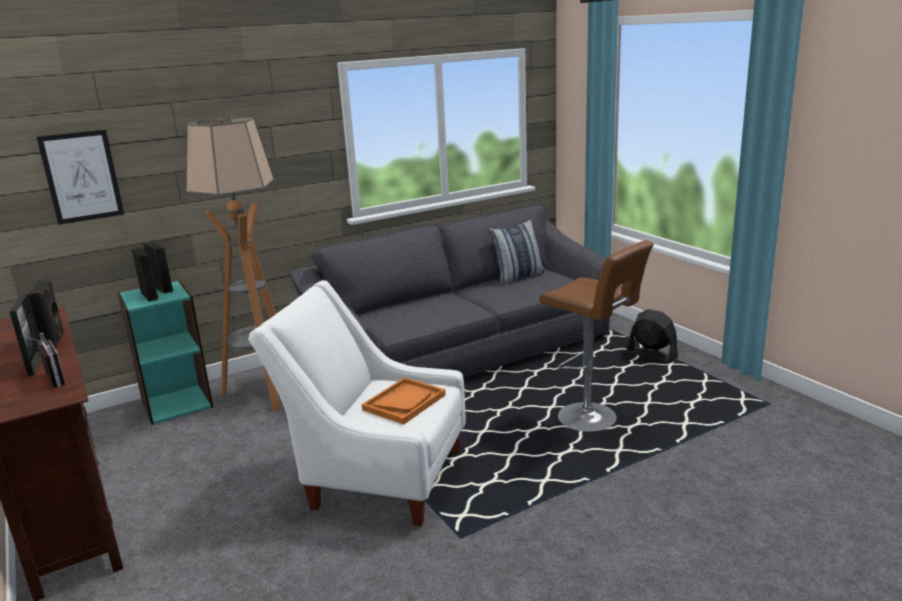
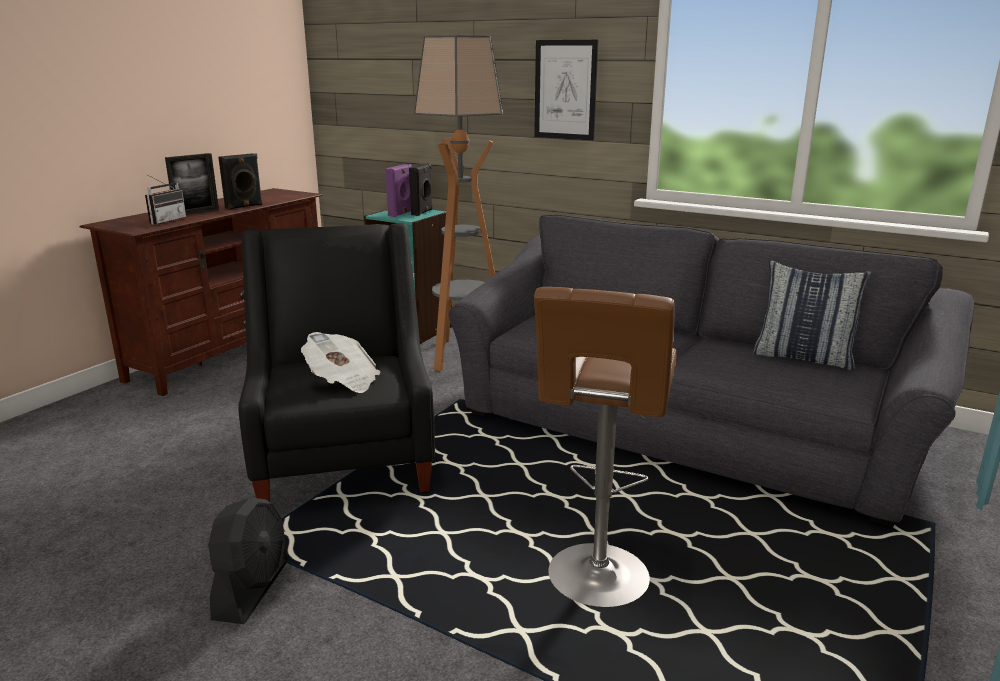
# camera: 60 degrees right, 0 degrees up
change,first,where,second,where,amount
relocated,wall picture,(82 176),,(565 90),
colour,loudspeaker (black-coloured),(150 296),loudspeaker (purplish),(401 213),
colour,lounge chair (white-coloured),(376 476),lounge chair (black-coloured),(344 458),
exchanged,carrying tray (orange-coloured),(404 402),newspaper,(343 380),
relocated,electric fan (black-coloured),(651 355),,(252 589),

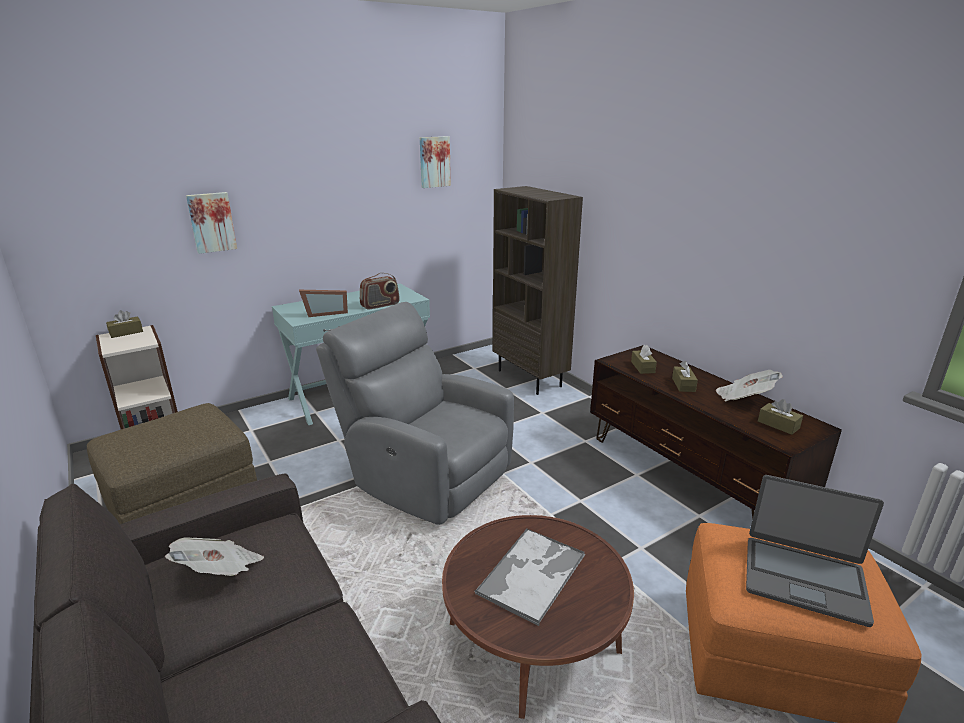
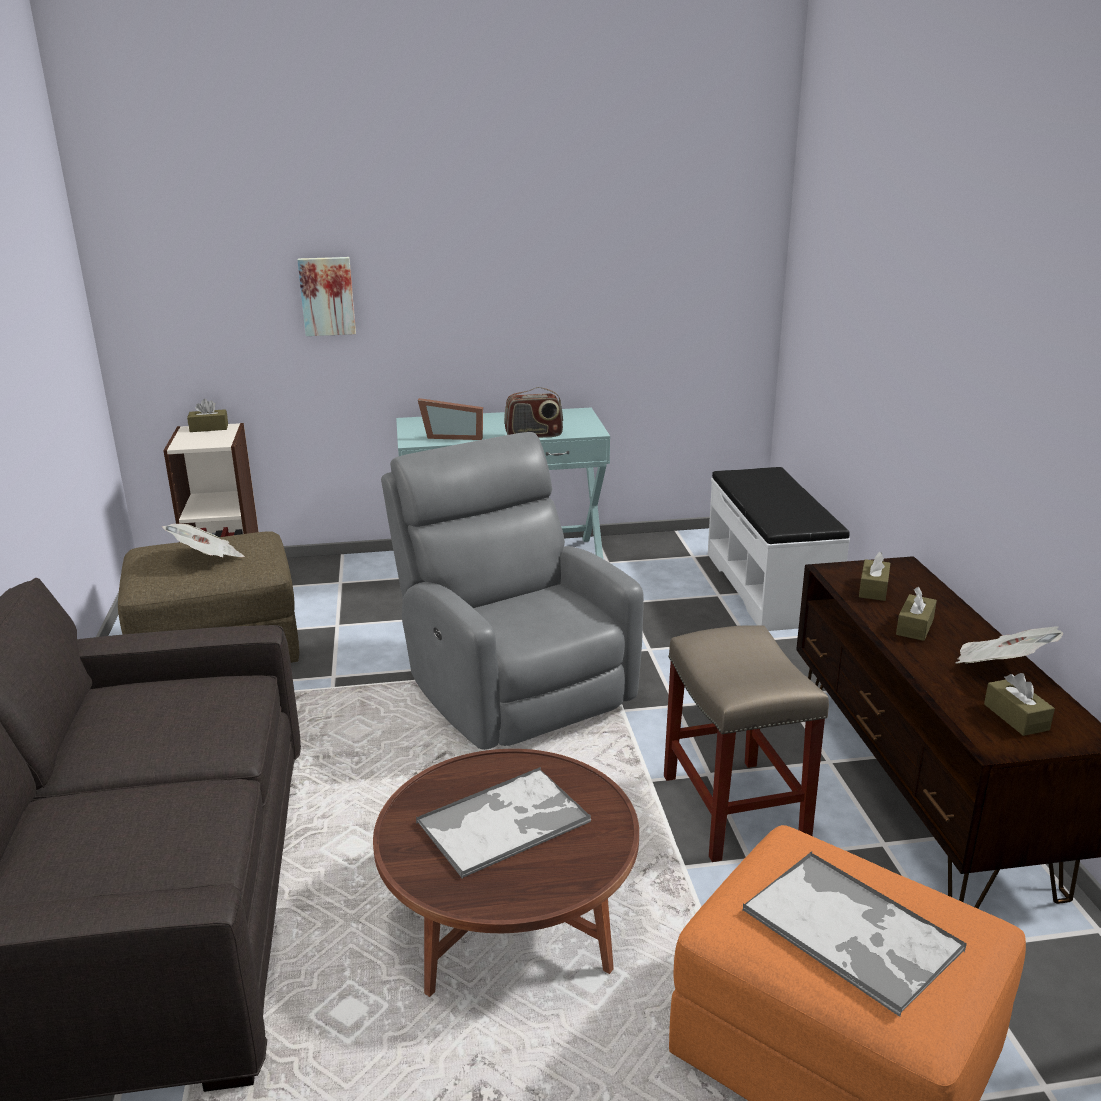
# camera: 25 degrees right, 0 degrees up
change,first,where,second,where,amount
relocated,newspaper,(220 572),,(207 558),
missing,wall picture,(434 162),,,
exchanged,bookcase (brown-coloured),(530 378),indoor bench (white-coloured),(770 587),
exchanged,notebook computer,(804 579),carrying tray,(852 931),
appeared,,,stool (beige),(735 810),

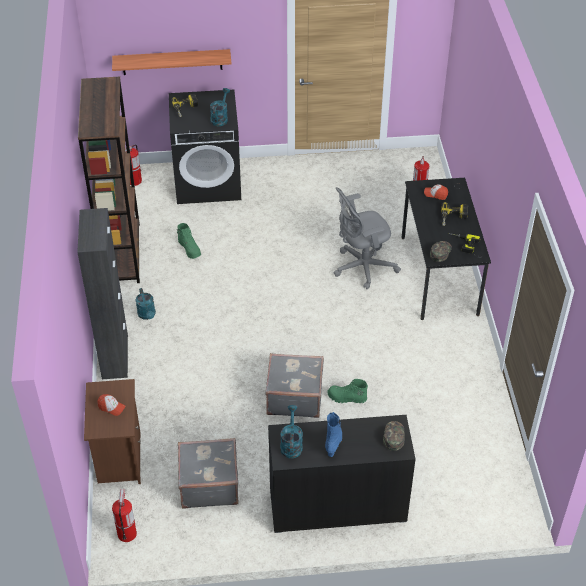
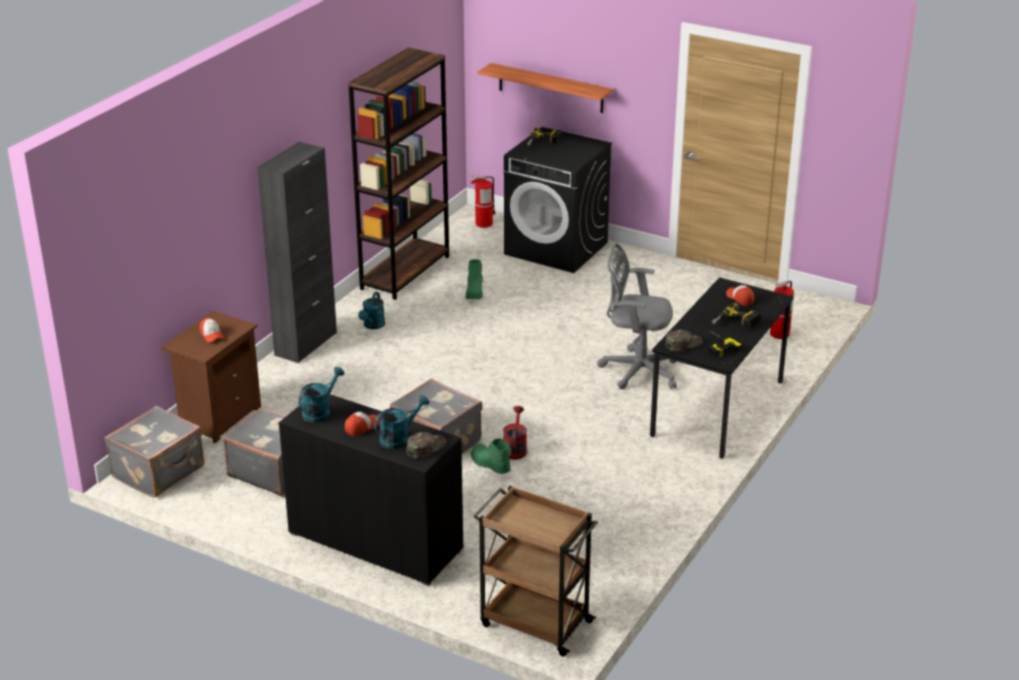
# camera: 35 degrees right, 15 degrees down
change,first,where,second,where,amount
exchanged,fire-fighting cylinder,(127 533),piece of luggage (grey),(160 472),
relocated,watering pot (turquoise-coloured),(220 118),,(399 438),
exchanged,boot (bluish),(334 442),baseball cap,(361 427),
appeared,,,trolley (brown-coloured),(534 622),
appeared,,,watering pot (red),(515 448),

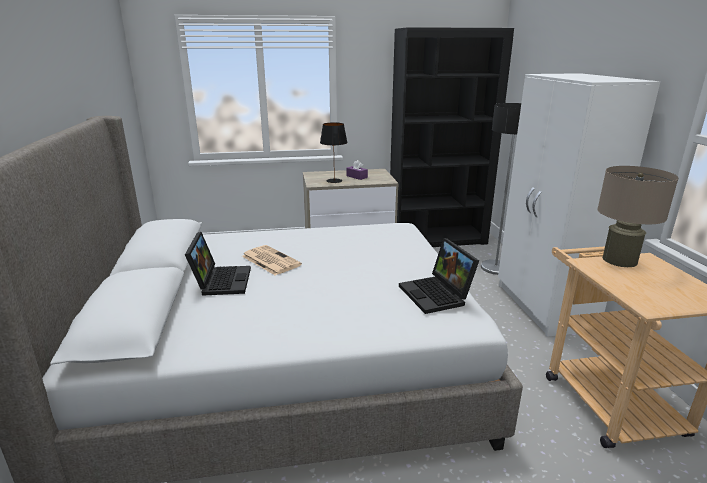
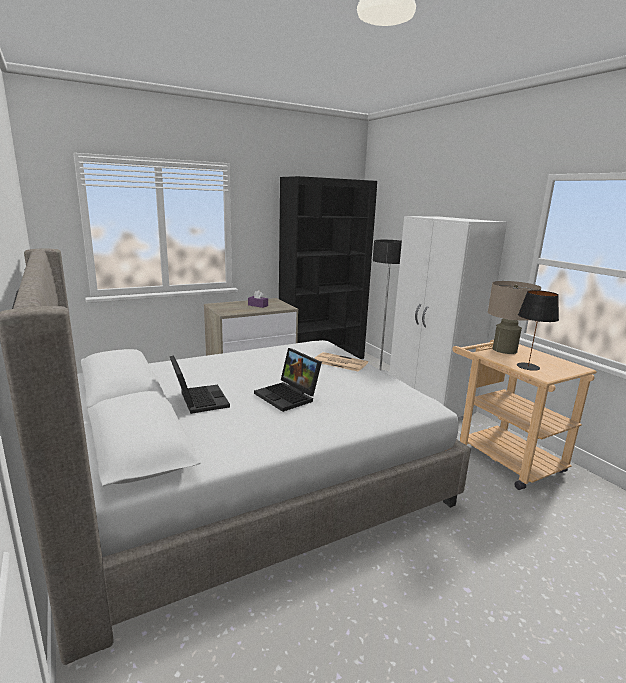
# camera: 20 degrees left, 5 degrees down
change,first,where,second,where,amount
relocated,newspaper,(270 260),,(339 362),
relocated,table lamp (black-coloured),(334 181),,(528 366),
relocated,notebook computer,(437 295),,(288 396),

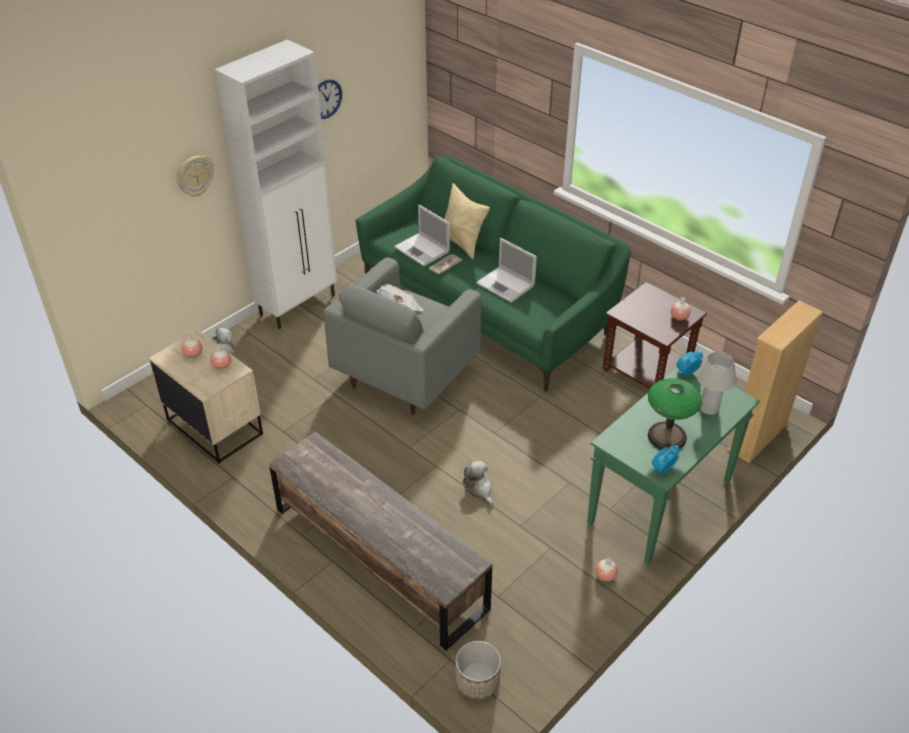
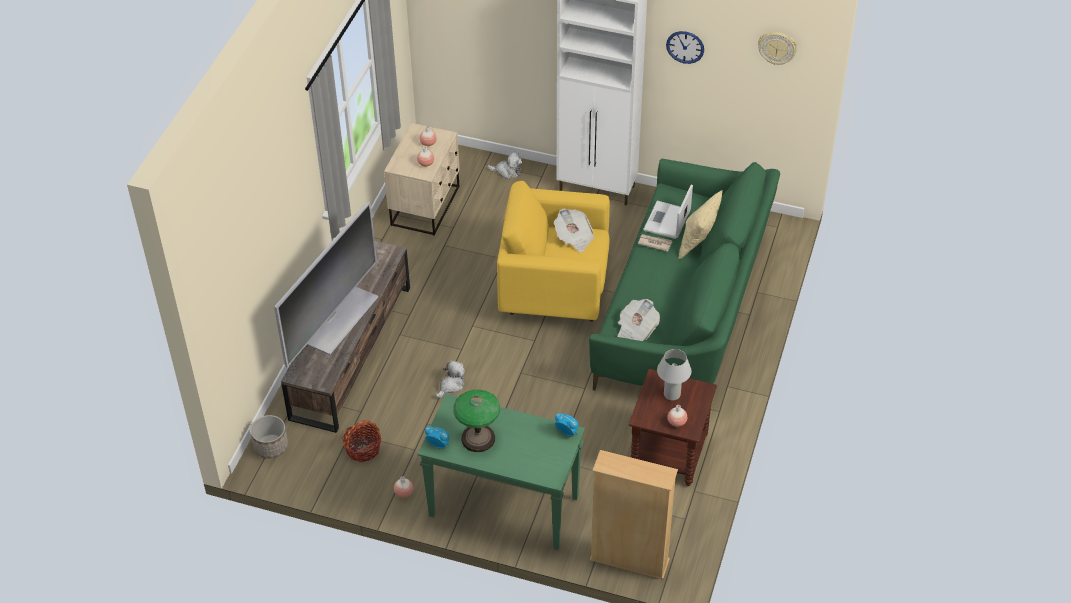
# camera: 65 degrees right, 5 degrees up
change,first,where,second,where,amount
relocated,wall clock,(194 176),,(777 47),
colour,lounge chair (grey),(405 375),lounge chair (yellow-coloured),(554 291),
missing,notebook computer,(506 285),,,
relocated,table lamp (white-coloured),(709 408),,(672 394),
appeared,,,TV set,(341 320),
appeared,,,household basket,(363 449),
appeared,,,newspaper,(636 330),

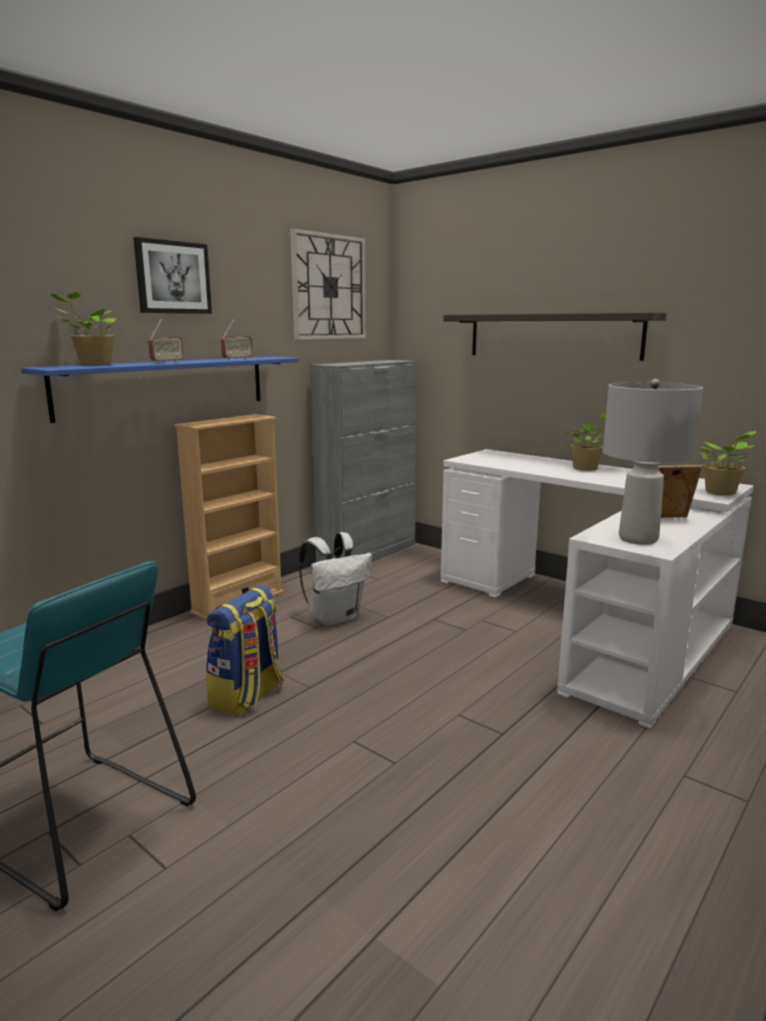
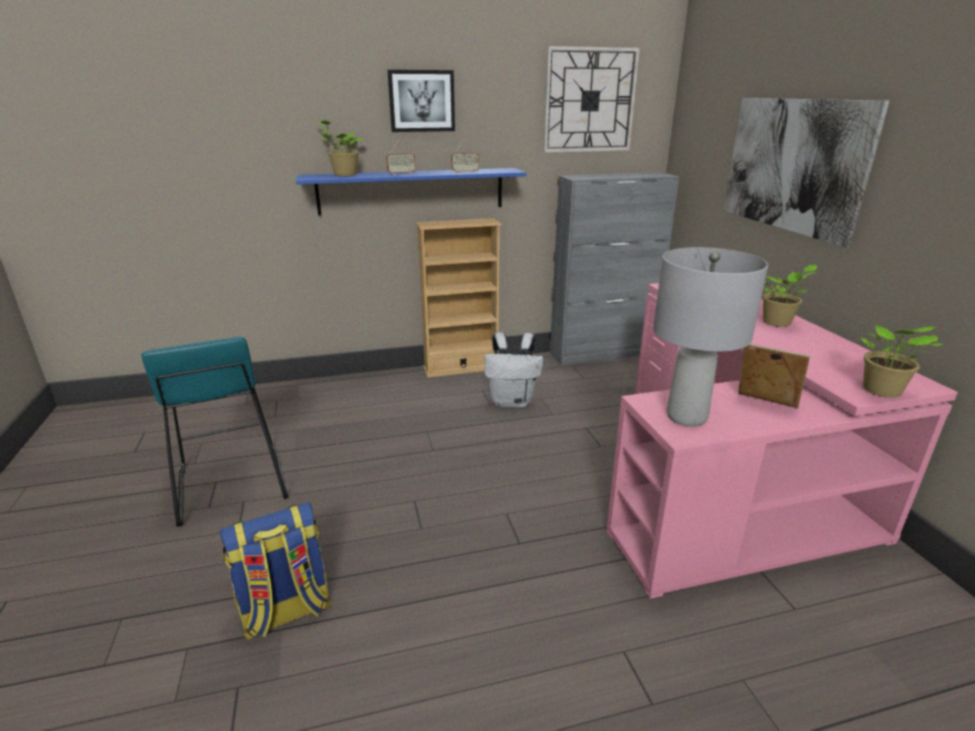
# camera: 35 degrees right, 10 degrees up
change,first,where,second,where,amount
relocated,backpack,(247 696),,(285 611),
colour,desk table (white-coloured),(589 620),desk table (pinkish),(730 478),
exchanged,wall shelf,(552 336),wall picture,(793 165),

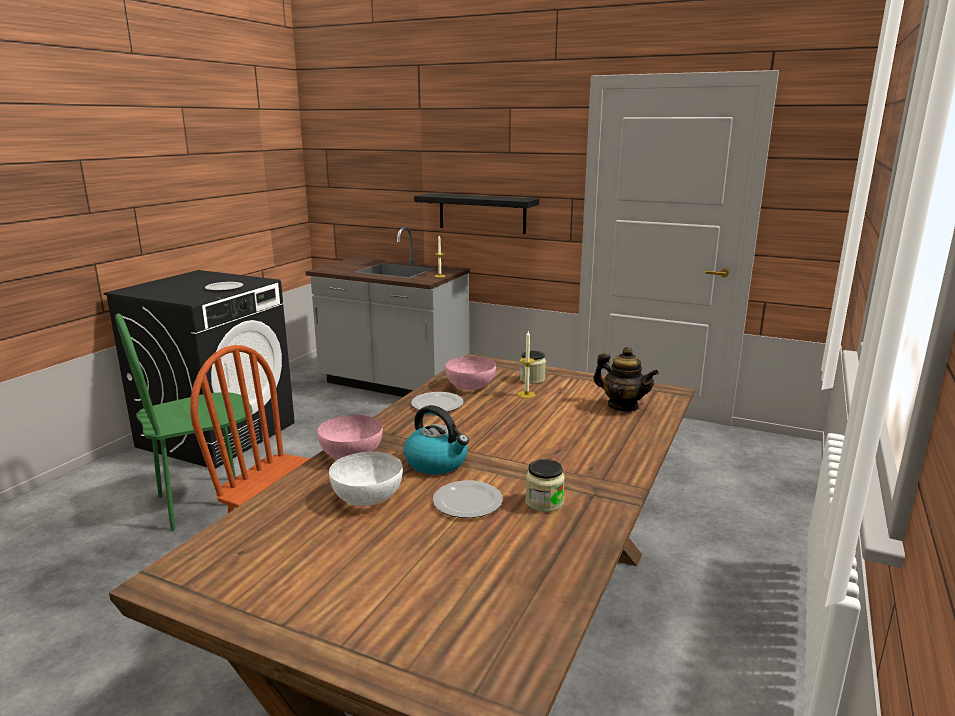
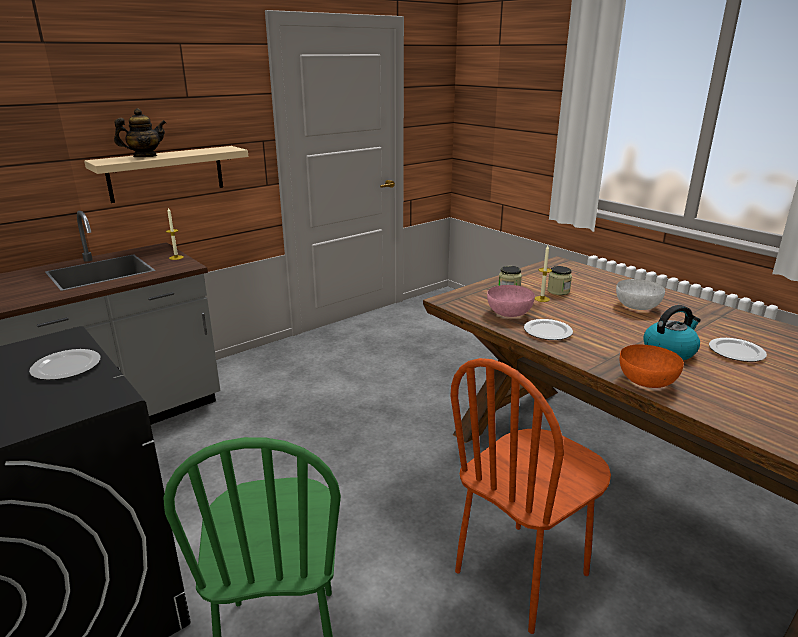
# camera: 65 degrees left, 5 degrees up
change,first,where,second,where,amount
colour,deep dish (pinkish),(351 453),deep dish (orange-coloured),(646 381),
relocated,deep dish (white-coloured),(367 497),,(638 306),
colour,wall shelf (black-coloured),(482 213),wall shelf (beige),(166 173),
relocated,preserve jar,(544 502),,(558 291),
relocated,teapot,(623 406),,(145 156),

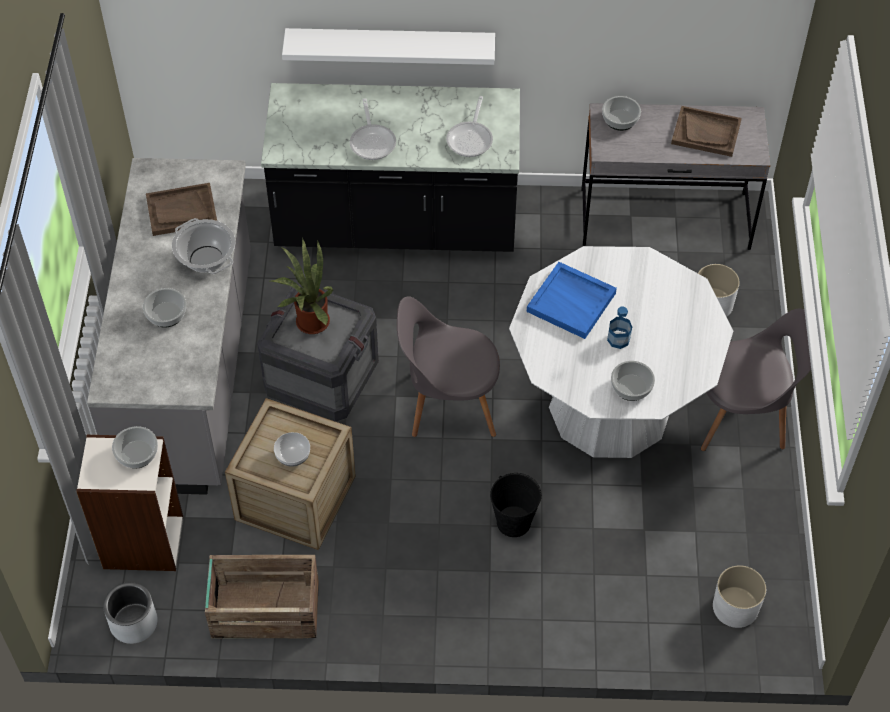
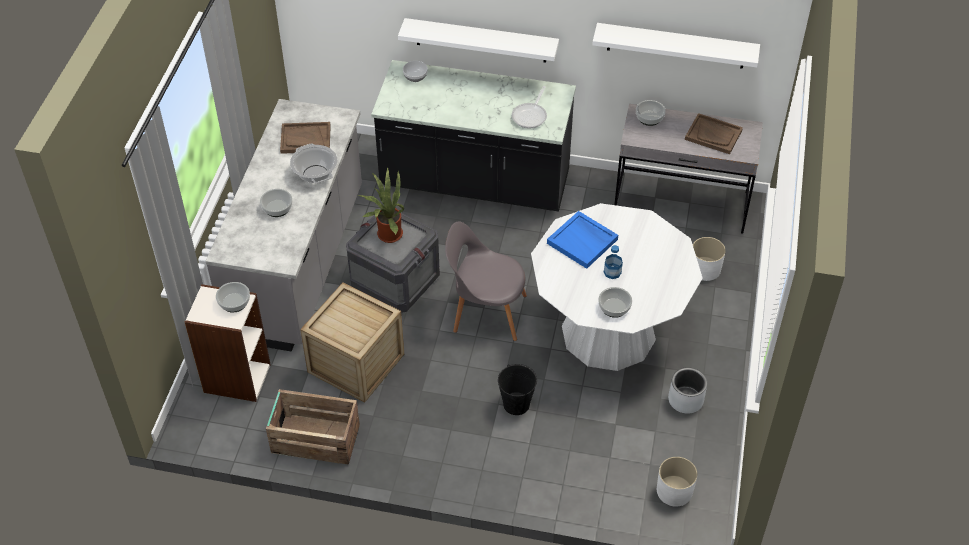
# camera: 10 degrees right, 5 degrees down
change,first,where,second,where,amount
relocated,flower pot (grey),(133 623),,(685 400),
relocated,deep dish,(293 455),,(415 77),
missing,frying pan,(372 141),,,
missing,chair (grey),(743 416),,,
appeared,,,wall shelf (white-coloured),(676 46),

